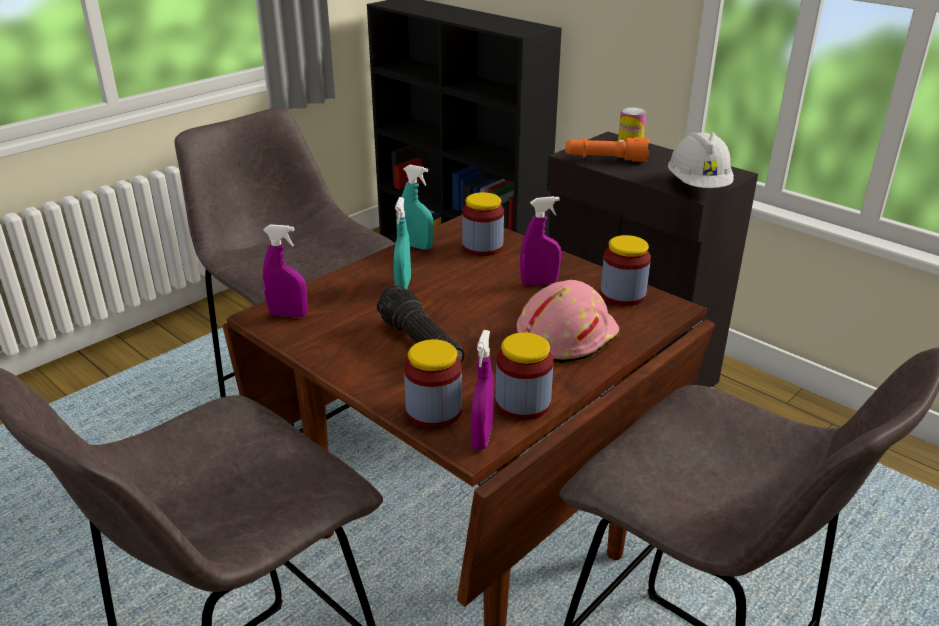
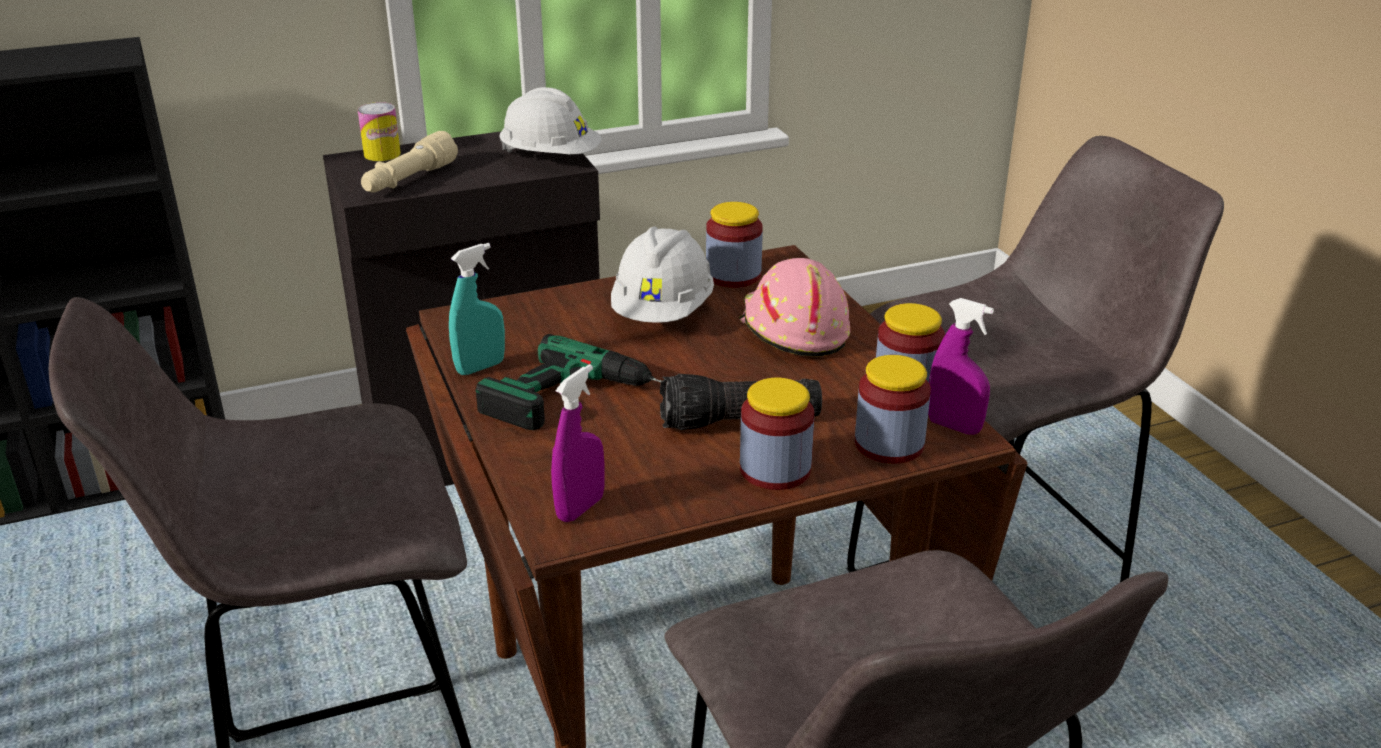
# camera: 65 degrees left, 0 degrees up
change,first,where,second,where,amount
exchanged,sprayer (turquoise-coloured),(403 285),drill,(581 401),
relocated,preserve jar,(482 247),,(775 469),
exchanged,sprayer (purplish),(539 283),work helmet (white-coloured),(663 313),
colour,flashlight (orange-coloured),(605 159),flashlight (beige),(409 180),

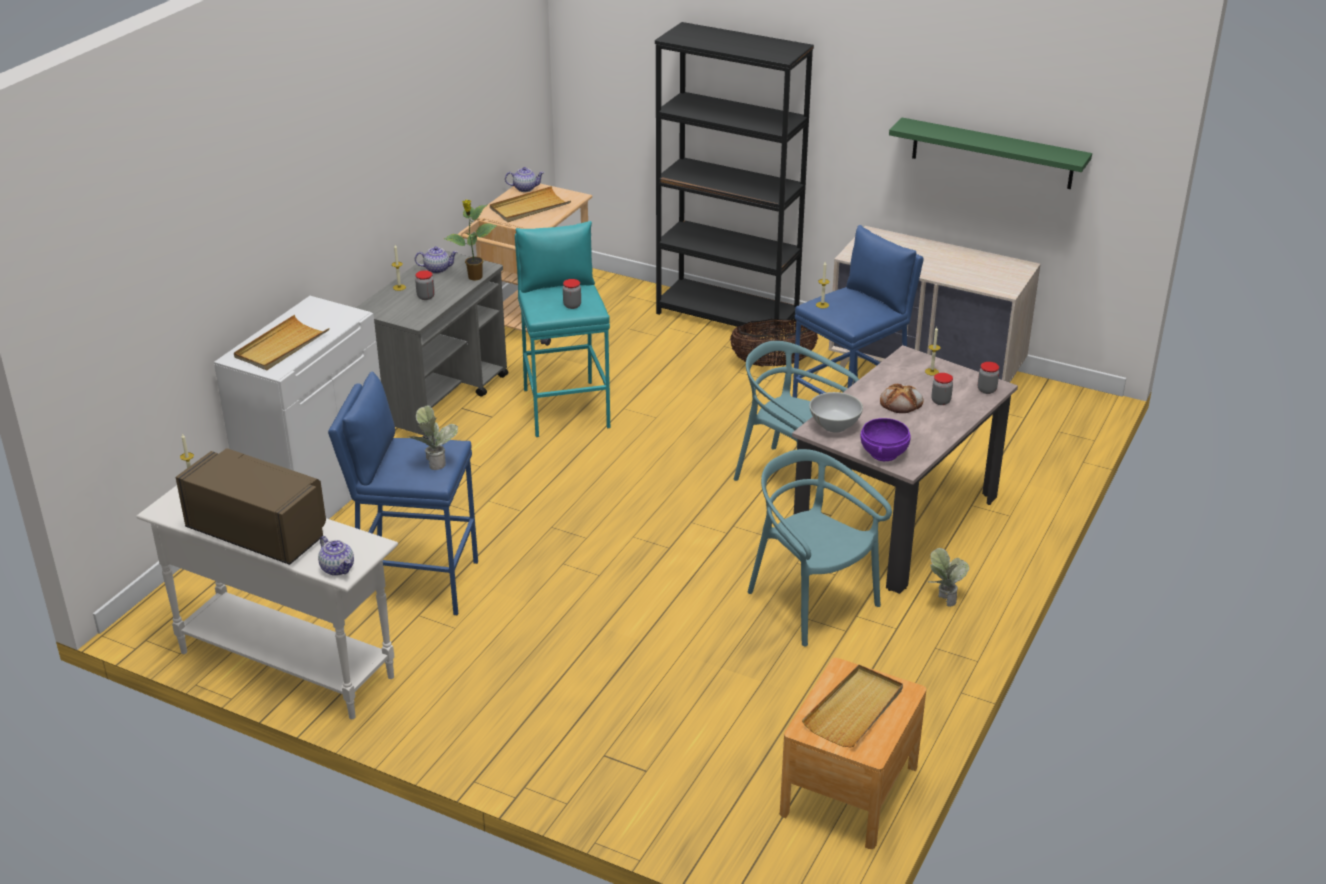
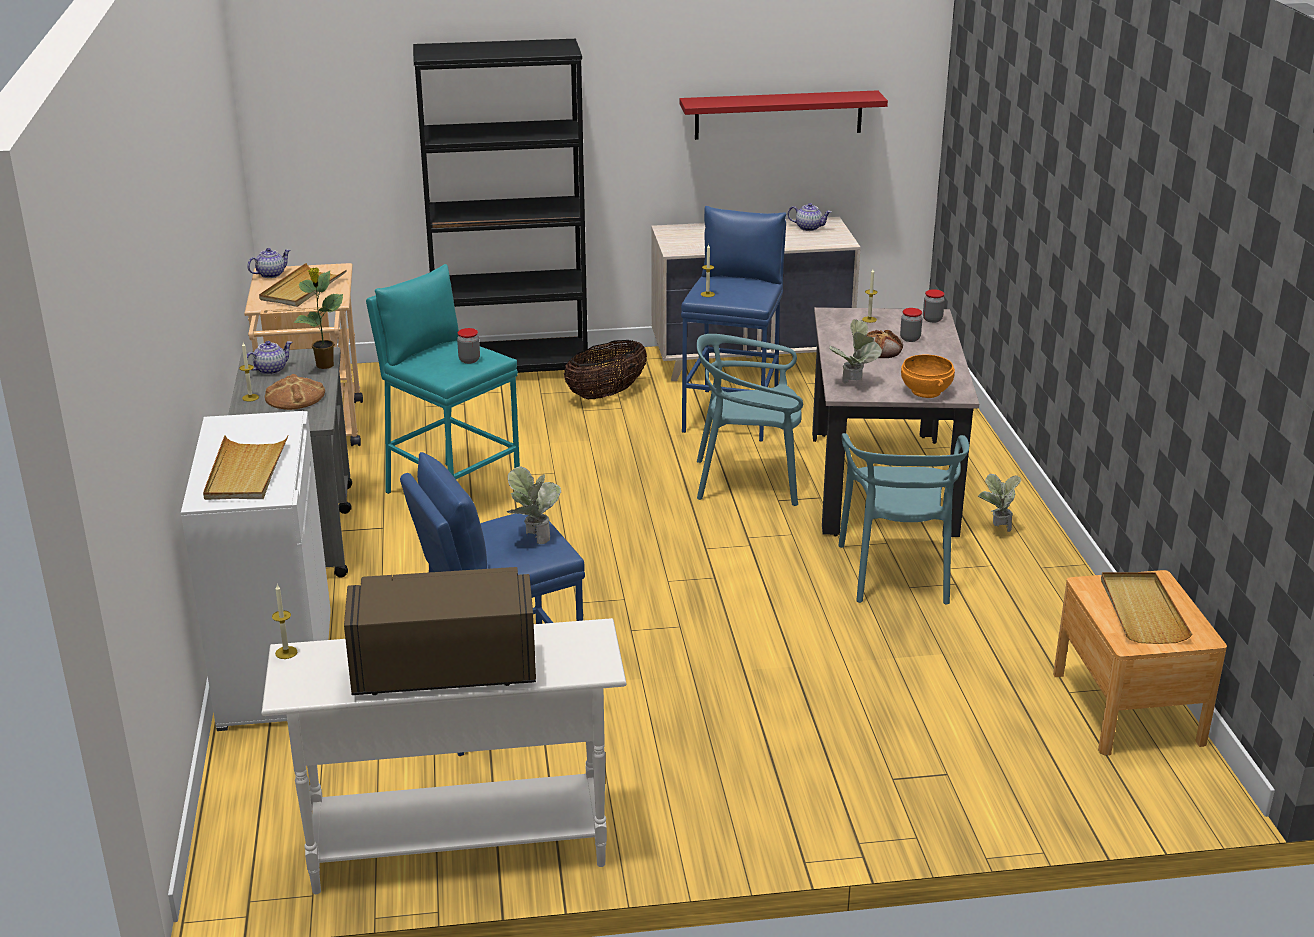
# camera: 35 degrees left, 5 degrees down
change,first,where,second,where,amount
relocated,teapot,(338 568),,(809 228),
exchanged,preserve jar,(425 297),bread,(295 397),
spun,chair (turquoise-coloured),(811 602),,(897 573),105 degrees counterclockwise
exchanged,deep dish (white-coloured),(835 426),plant in a pot,(854 384),
colour,deep dish (purplish),(884 454),deep dish (orange-coloured),(926 391),
colour,wall shelf (green),(992 153),wall shelf (red),(778 115),

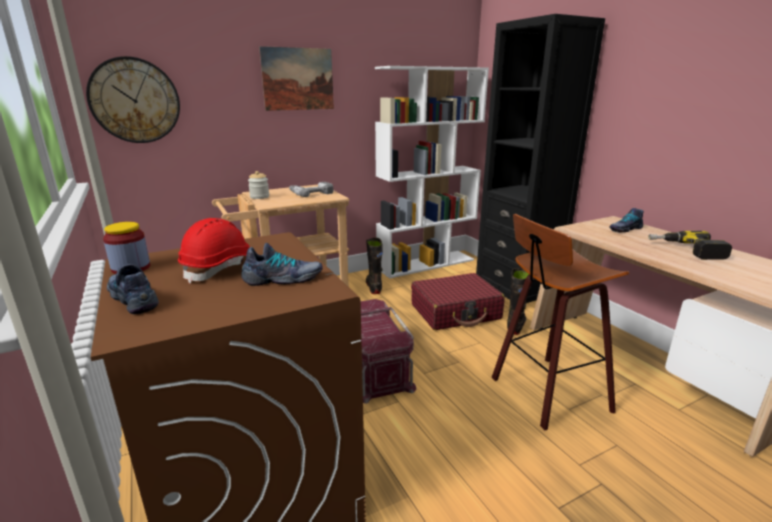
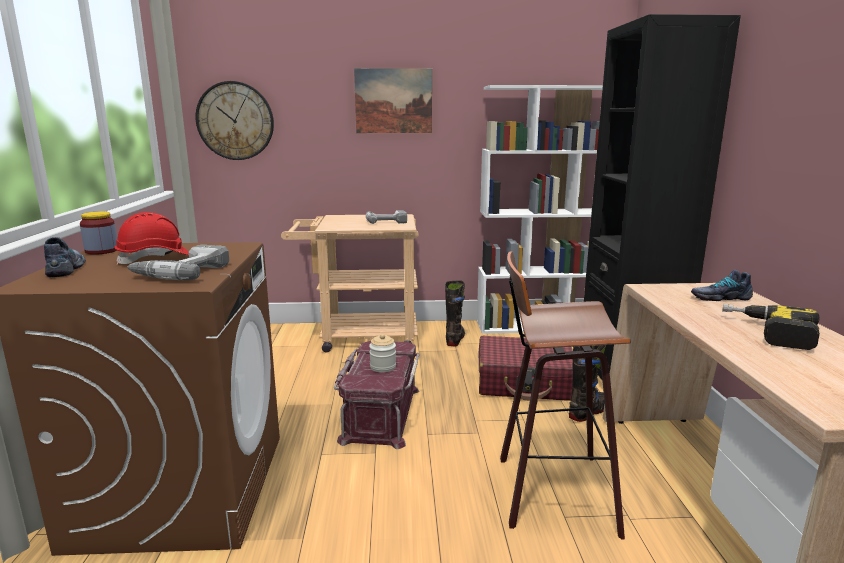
# camera: 25 degrees right, 5 degrees down
change,first,where,second,where,amount
exchanged,shoe,(283 279),drill,(182 272),
relocated,preserve jar,(259 197),,(383 367),

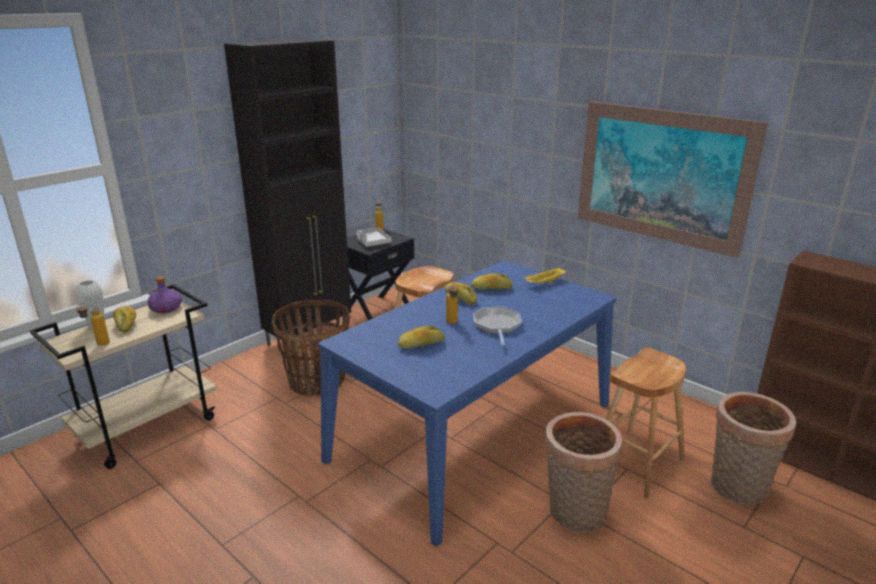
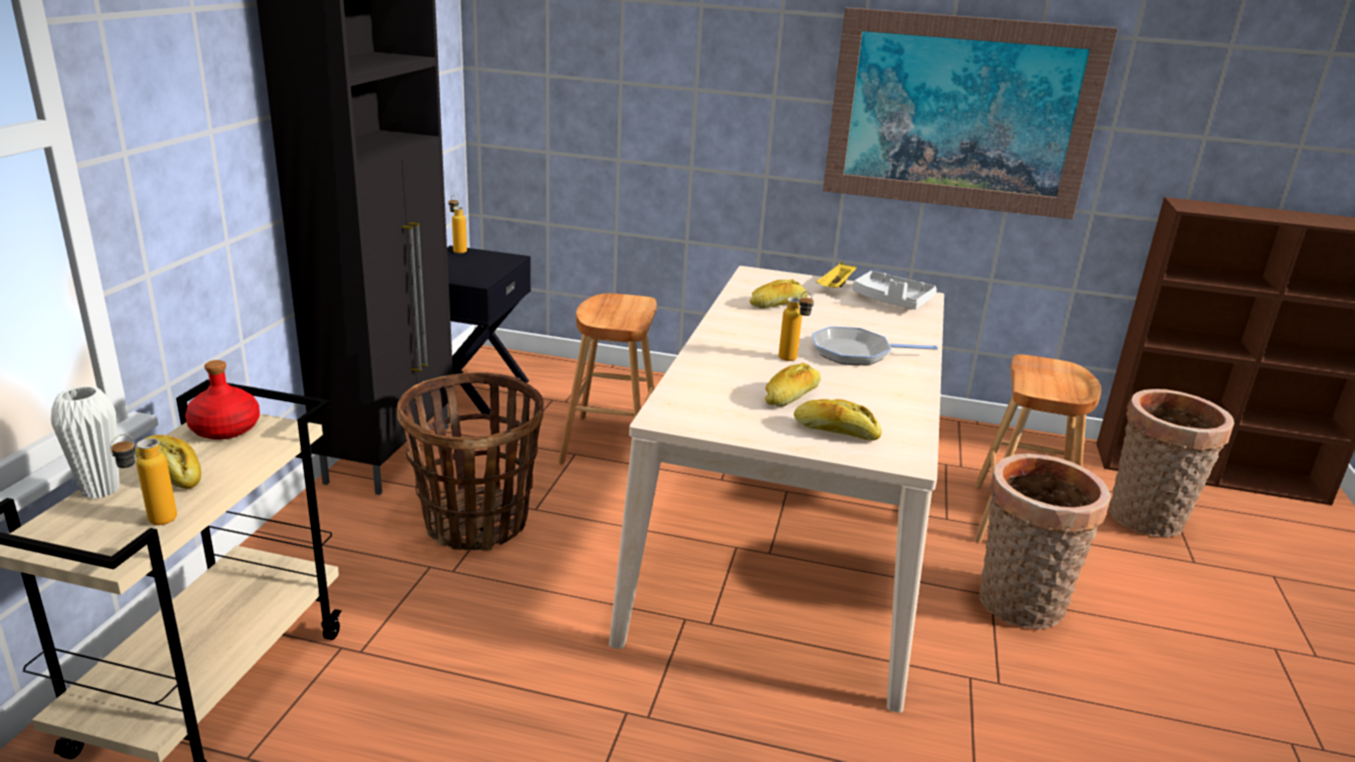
# camera: 30 degrees left, 0 degrees up
change,first,where,second,where,amount
colour,beverage bottle (purplish),(166 308),beverage bottle (red),(225 429),
colour,dining table (bluish),(474 431),dining table (beige),(791 535),
relocated,carrying tray (grey),(372 242),,(891 301),
relocated,bread,(460 298),,(835 432),
spun,frying pan,(497 326),,(855 353),60 degrees counterclockwise

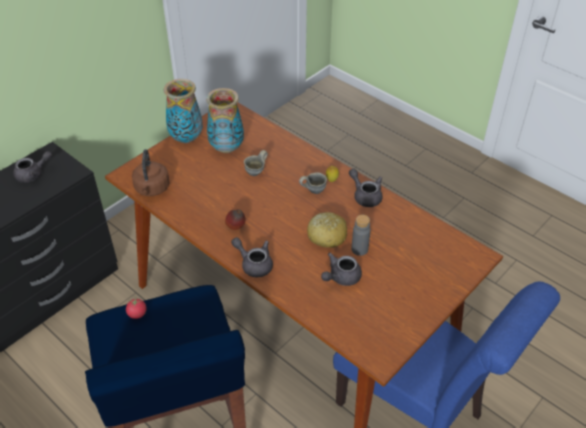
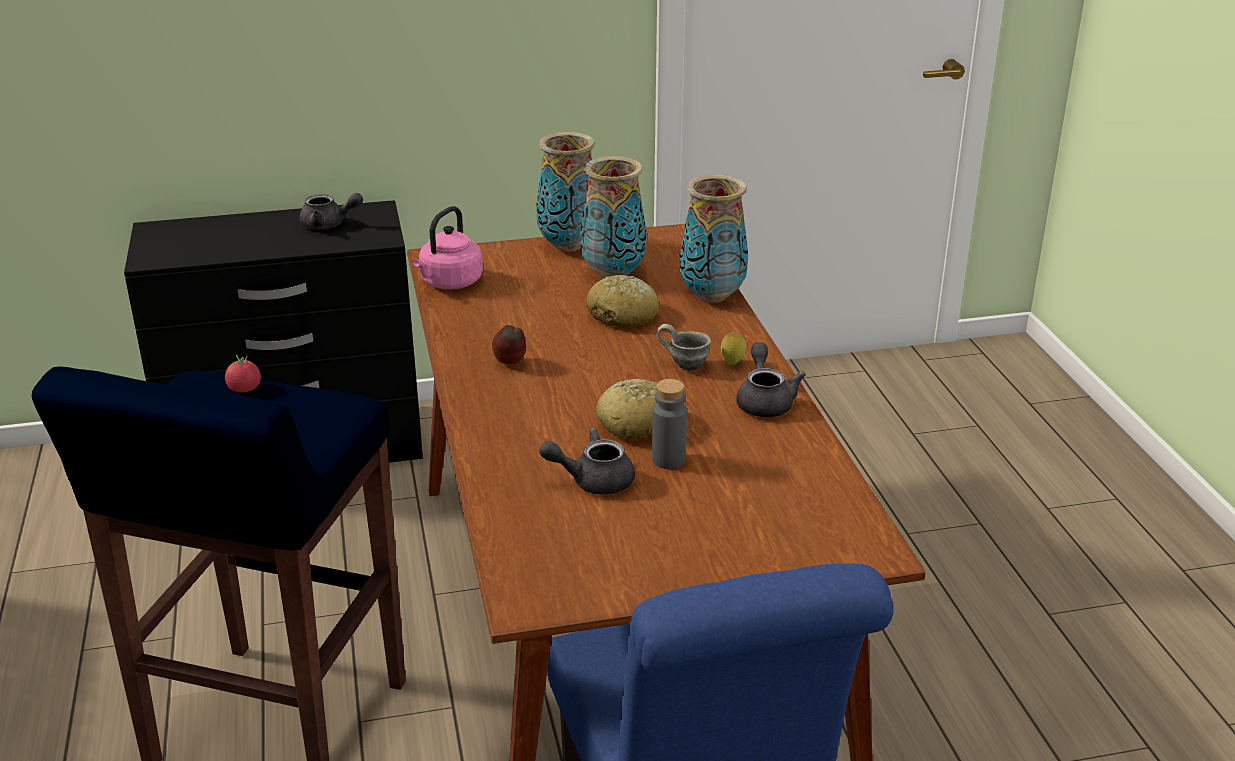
# camera: 35 degrees right, 15 degrees down
change,first,where,second,where,amount
colour,kettle (brown-coloured),(152 189),kettle (pinkish),(449 283),
missing,teapot (grey),(254 264),,,
exchanged,coffee mug (grey),(257 173),bread,(623 315),
appeared,,,flower vase,(713 296),

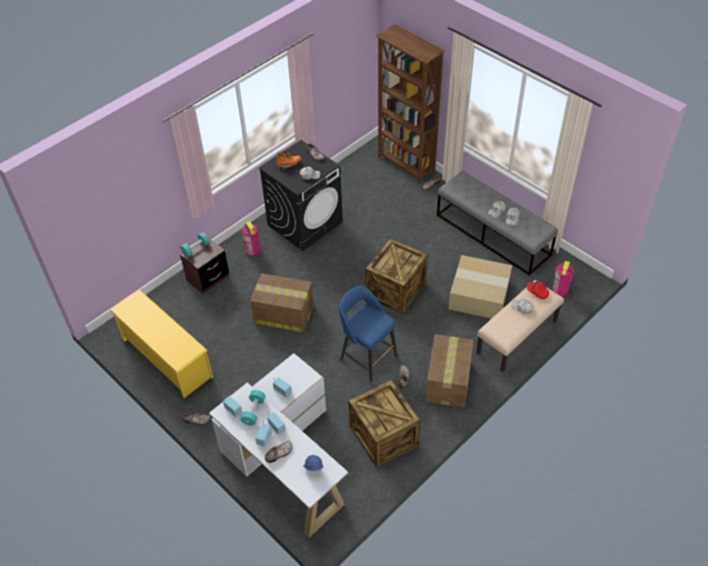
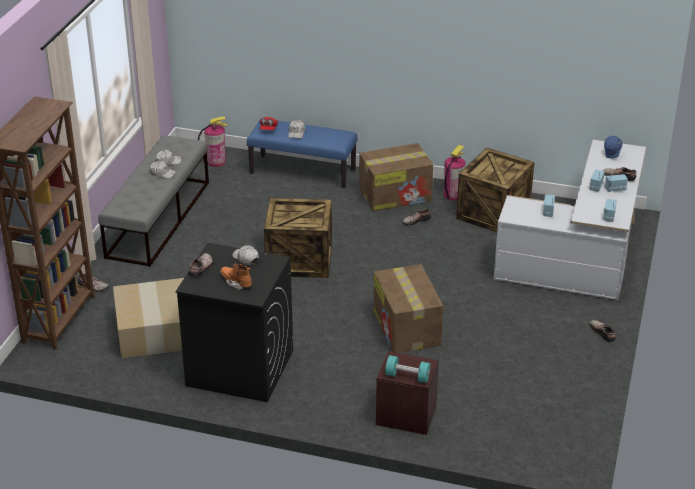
# camera: 120 degrees left, 15 degrees down
change,first,where,second,where,amount
missing,shoe rack (yellow-coloured),(166 358),,,
missing,free weight (turquoise-coloured),(253 411),,,
relocated,fire-fighting cylinder,(253 250),,(453 195),
missing,stool (bluish),(367 356),,,
relocated,cardboard box,(480 294),,(153 330),
colour,indoor bench (beige),(517 337),indoor bench (bluish),(303 171),

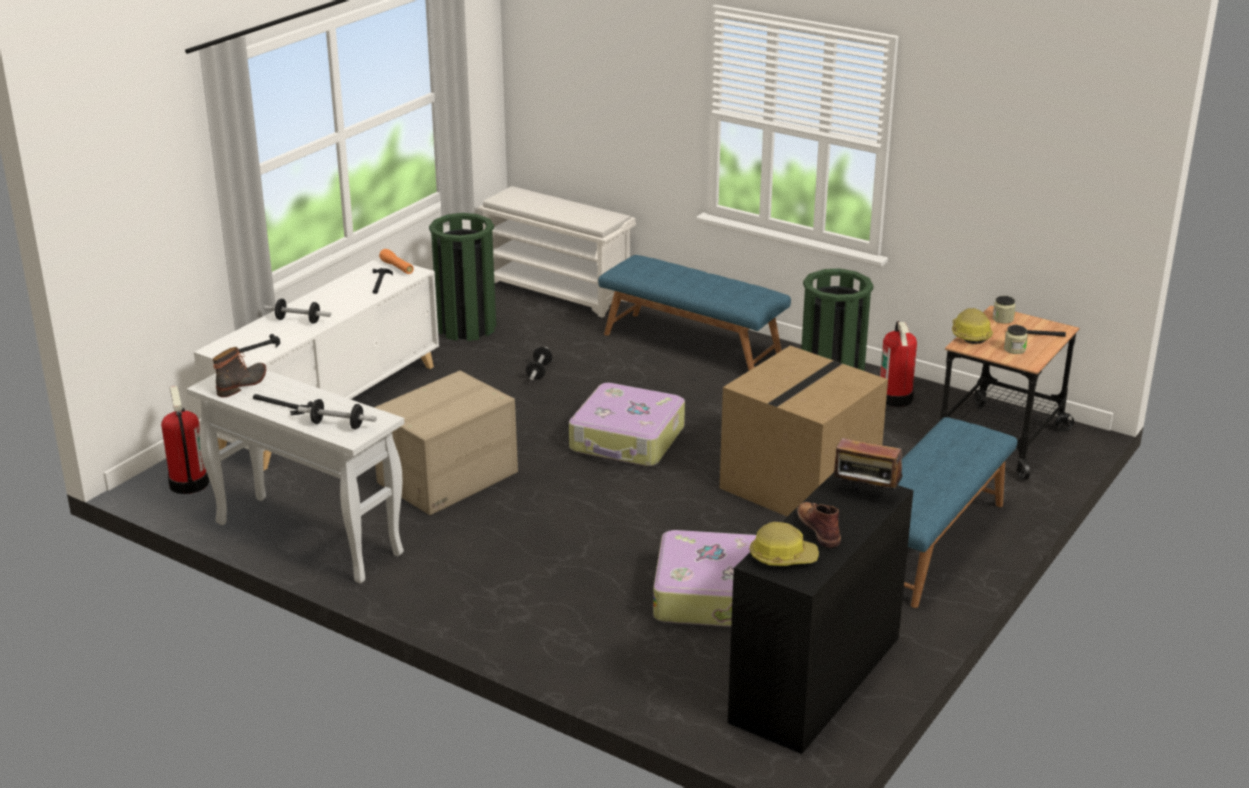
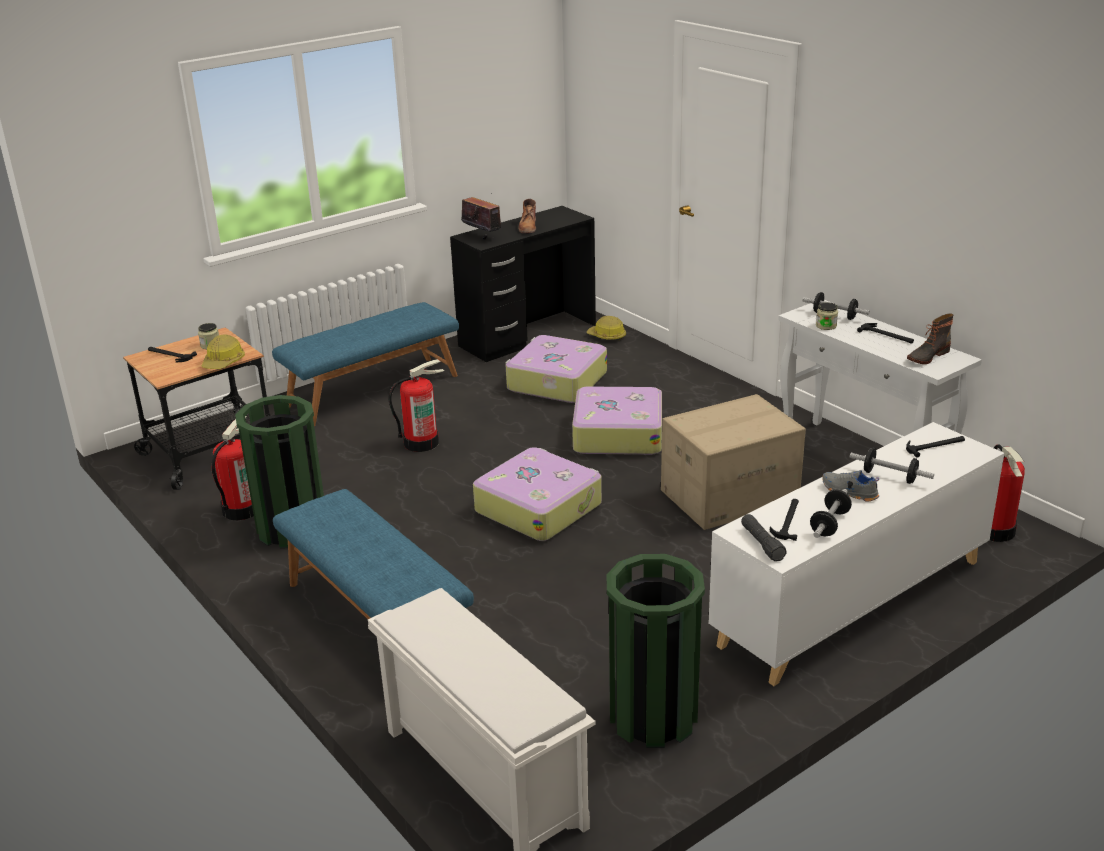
# camera: 160 degrees left, 0 degrees up
change,first,where,second,where,amount
colour,flashlight (orange-coloured),(397 268),flashlight (black-coloured),(762 544),
relocated,free weight,(539 371),,(829 524),
exchanged,cardboard box,(800 485),fire-fighting cylinder,(421 443),
relocated,work helmet,(782 557),,(607 336),
relocated,preserve jar,(1003 319),,(826 326),
appeared,,,piece of luggage,(617 433),
appeared,,,shoe (grey),(849 492),

